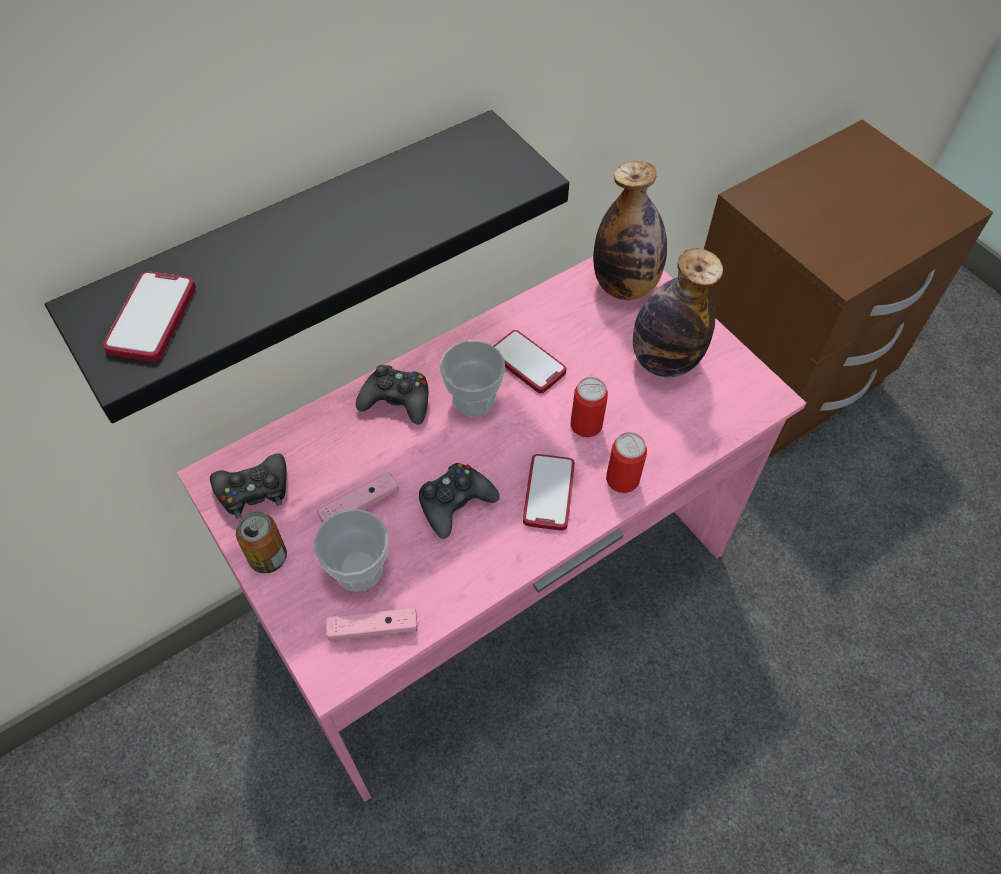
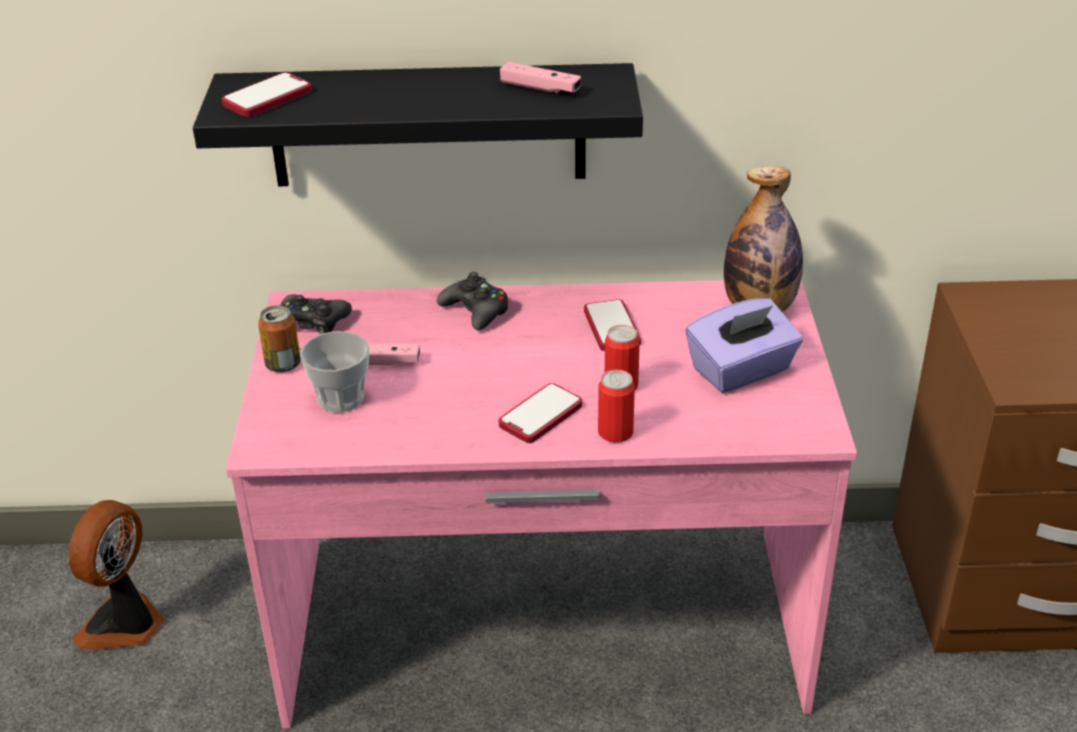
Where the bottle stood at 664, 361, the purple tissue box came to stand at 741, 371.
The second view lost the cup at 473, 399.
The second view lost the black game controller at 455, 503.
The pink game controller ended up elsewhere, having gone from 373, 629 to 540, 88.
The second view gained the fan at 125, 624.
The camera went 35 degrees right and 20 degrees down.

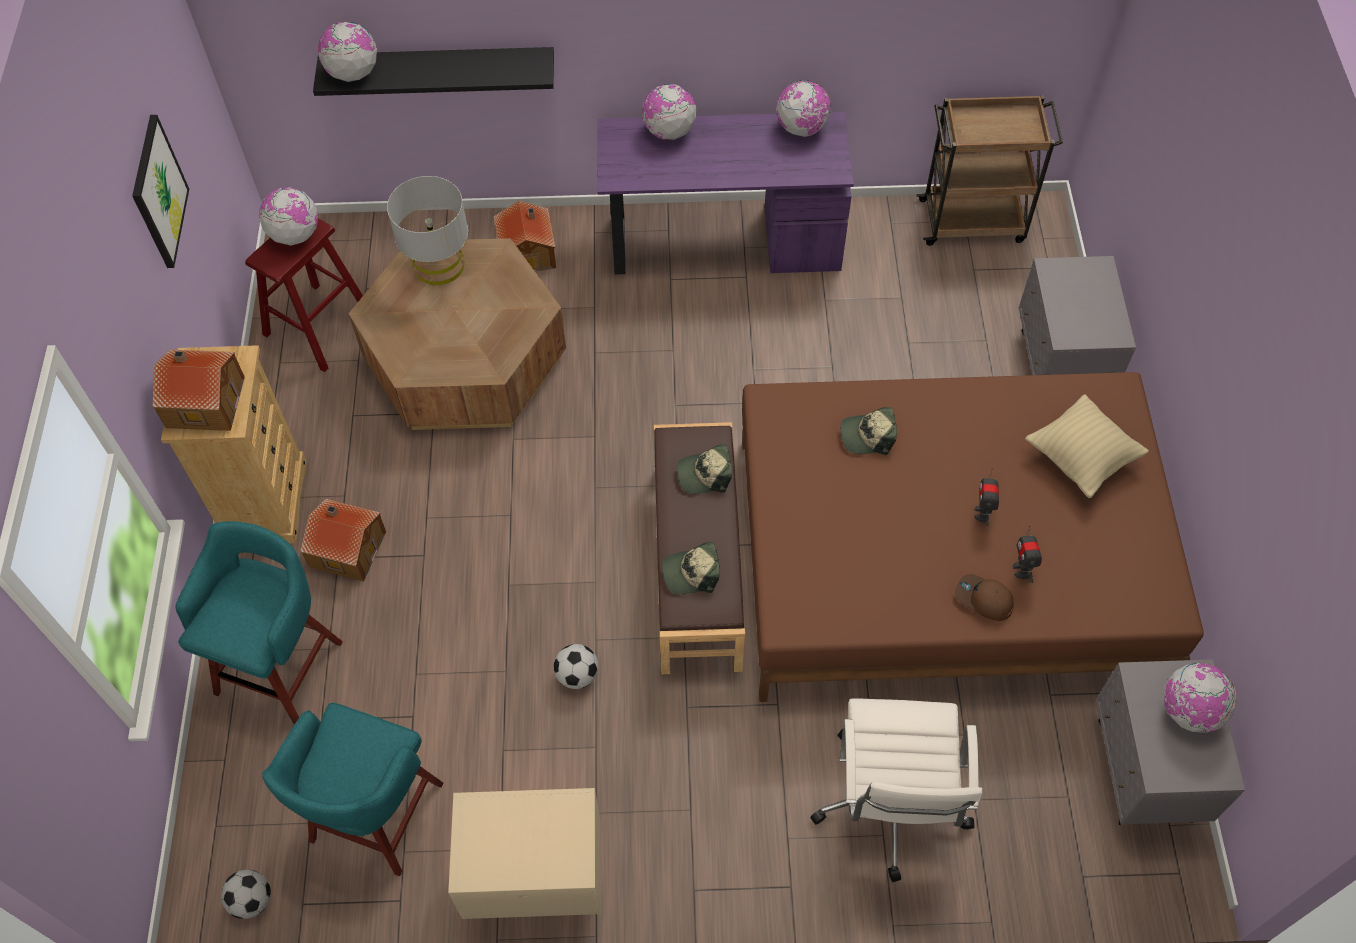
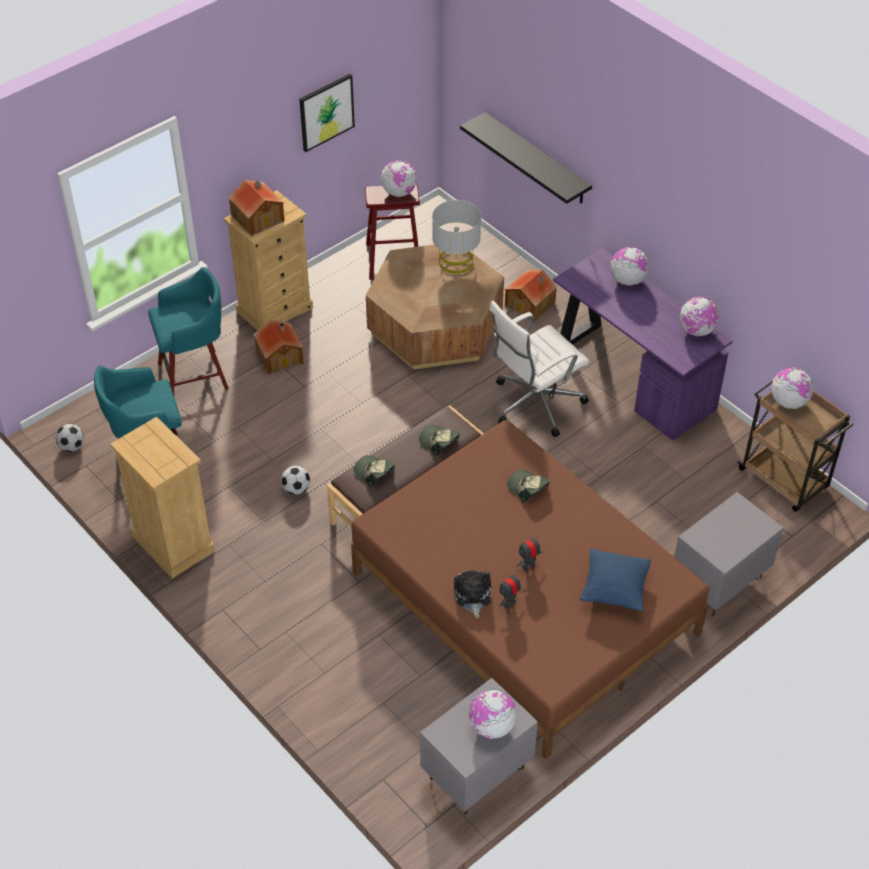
The globe ended up elsewhere, having gone from 353, 73 to 788, 402.
What was the beige pillow at 1081, 458 turned into the blue pillow at 614, 590.
Where the brown cap stood at 983, 600, the plush toy came to stand at 472, 596.
The white office chair ended up elsewhere, having gone from 890, 805 to 534, 404.
Where the beige nightstand stood at 535, 879, the beige dresser came to stand at 172, 543.
The camera went 50 degrees right and 10 degrees down.

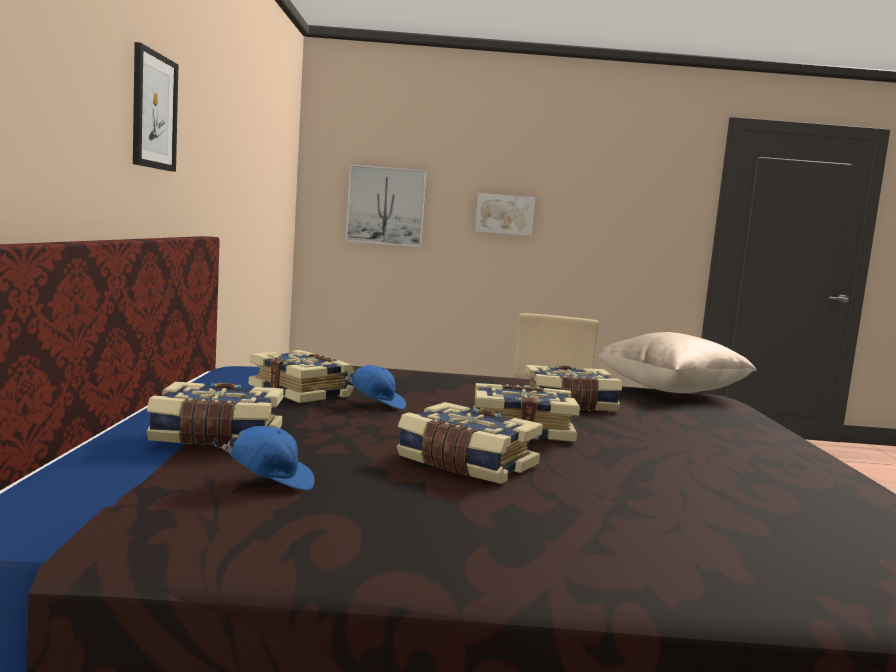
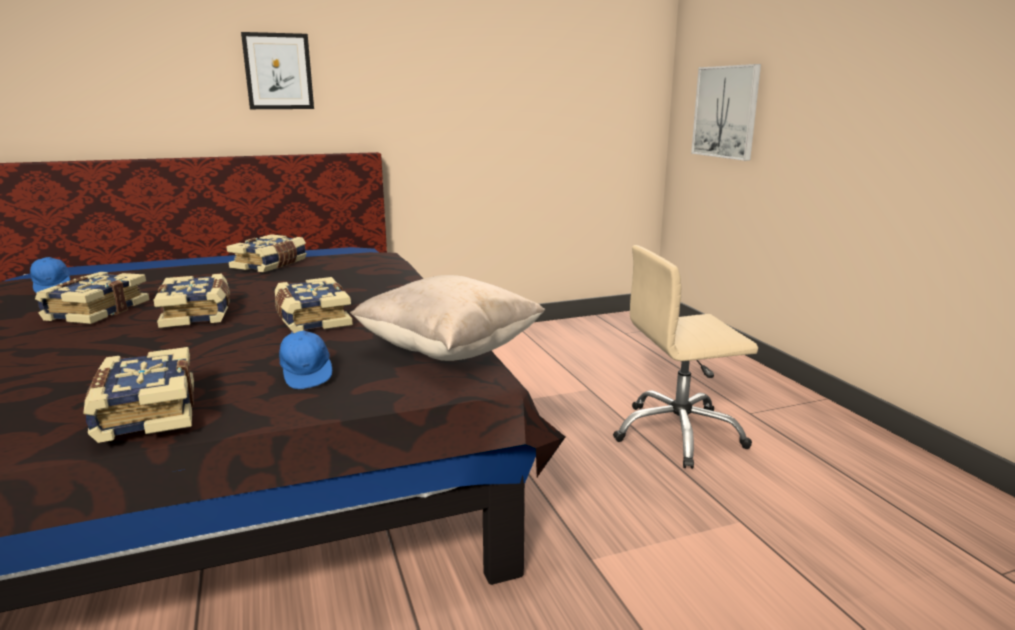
The second view lost the picture at 504, 214.
The blue cap ended up elsewhere, having gone from 376, 404 to 307, 375.
The book ended up elsewhere, having gone from 217, 437 to 144, 413.
The camera went 70 degrees right and 10 degrees up.

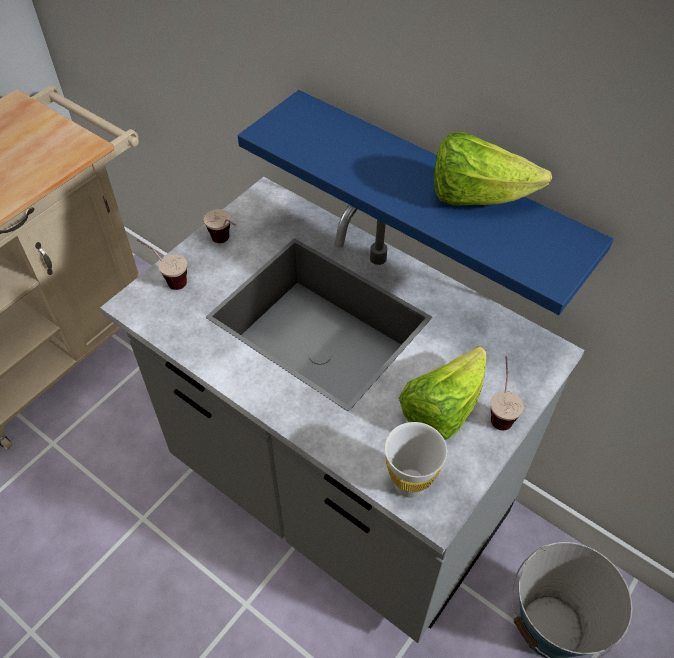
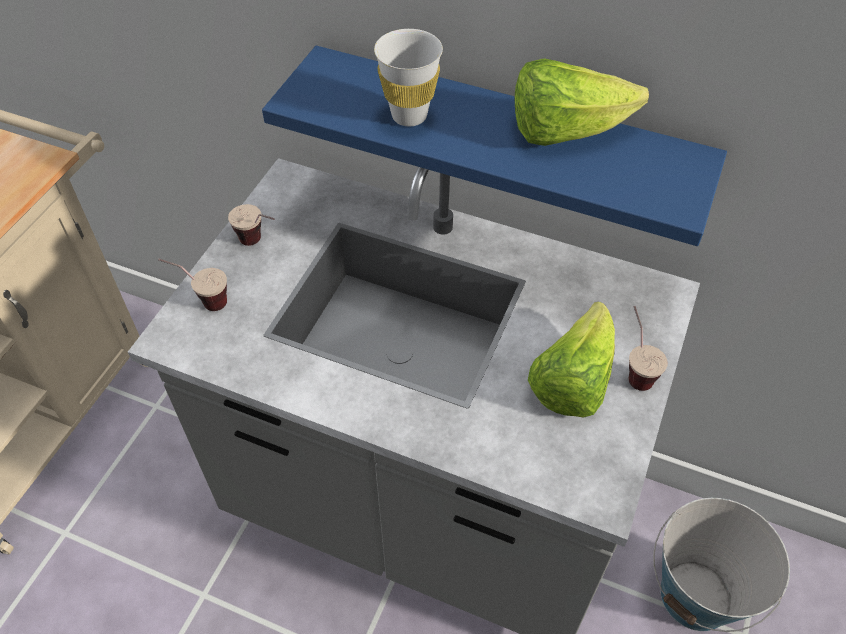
The white cup ended up elsewhere, having gone from 409, 483 to 409, 116.
The camera went 15 degrees left and 0 degrees up.

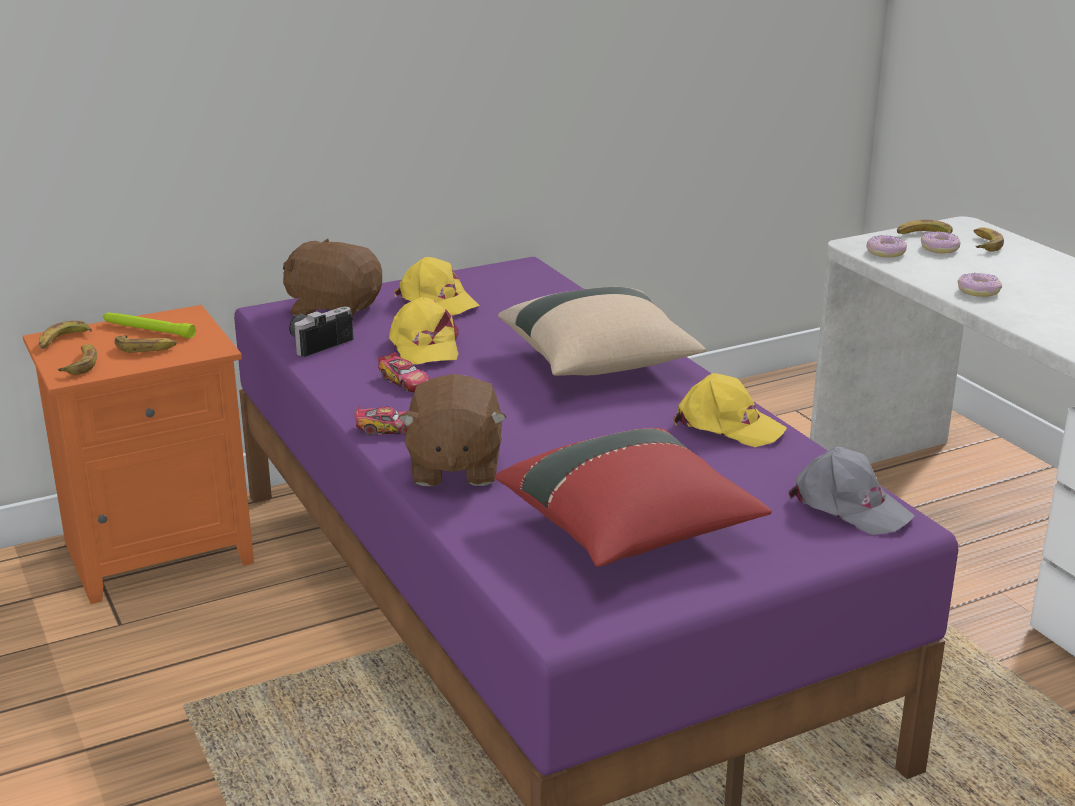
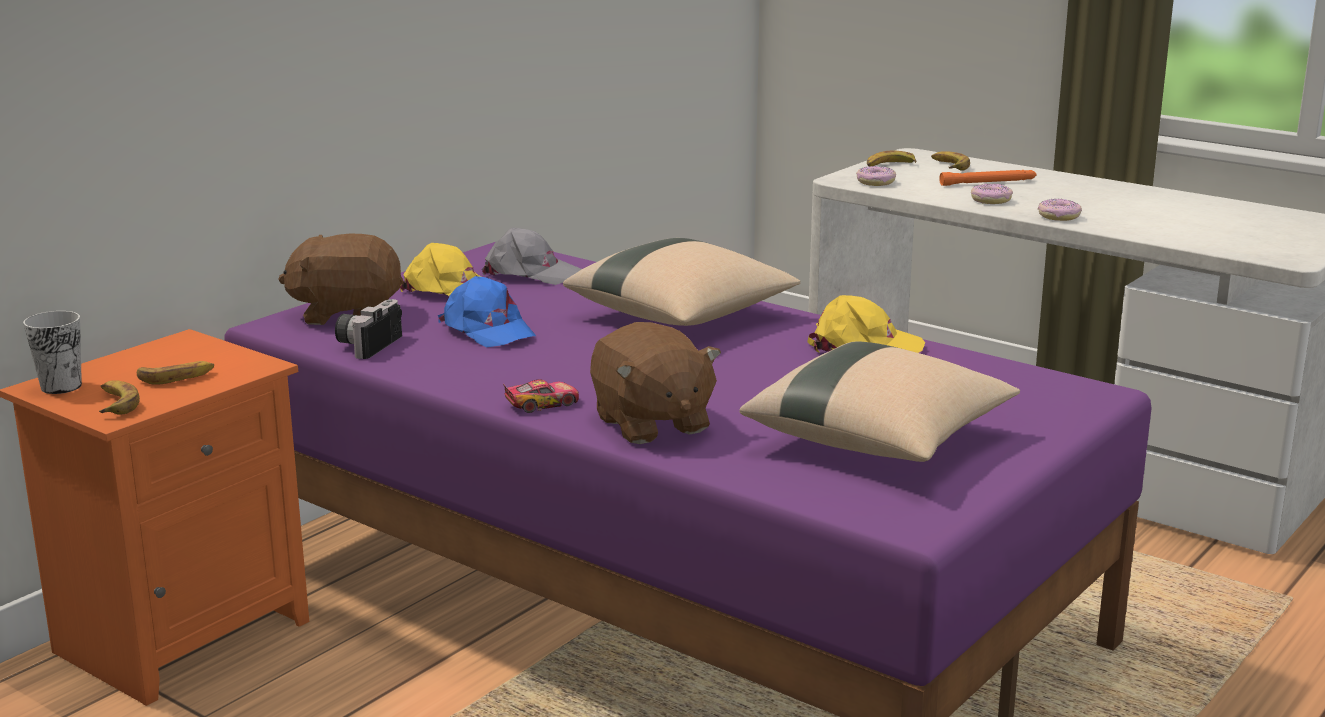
The donut ended up elsewhere, having gone from 939, 248 to 1058, 216.
What was the yellow cap at 424, 346 turned into the blue cap at 487, 330.
The second view lost the green flashlight at 148, 330.
Where the banana stood at 63, 341, the cup came to stand at 61, 386.
The second view lost the toy car at 405, 381.
What was the red pillow at 630, 530 turned into the beige pillow at 880, 441.
The grey cap ended up elsewhere, having gone from 849, 506 to 530, 273.
The second view gained the orange flashlight at 988, 183.
The camera went 25 degrees left and 5 degrees down.

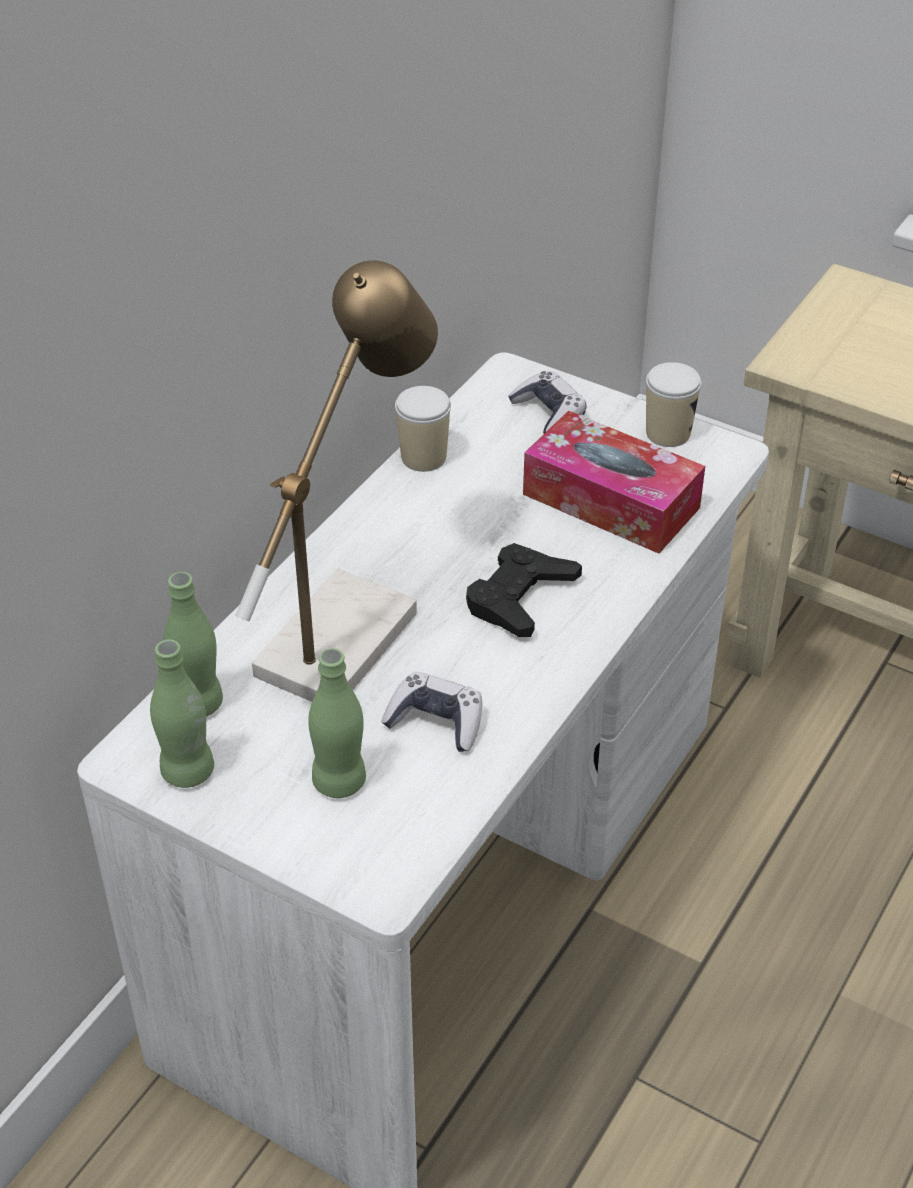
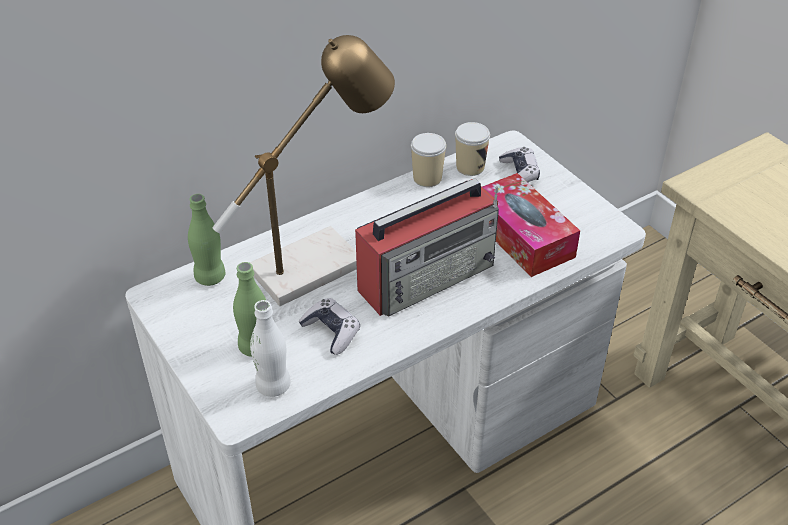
The cup ended up elsewhere, having gone from 668, 433 to 470, 167.
Where the black game controller stood at 519, 597, the radio came to stand at 428, 276.
The second view lost the green bottle at 188, 772.
The second view gained the white bottle at 273, 385.
The camera went 25 degrees right and 0 degrees up.

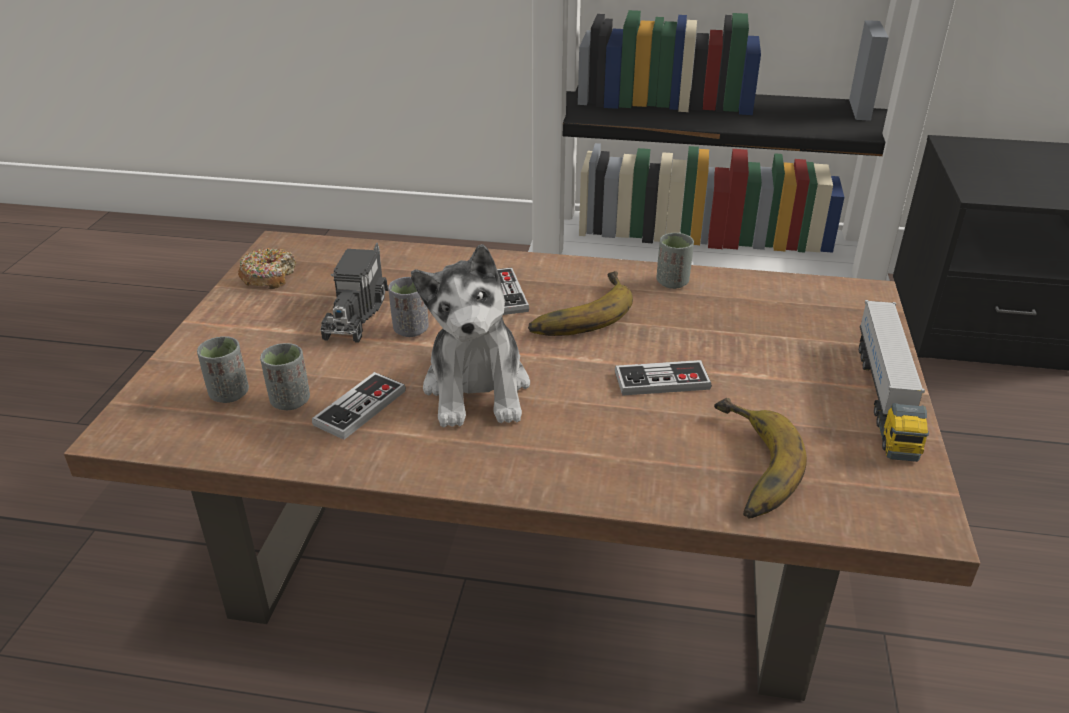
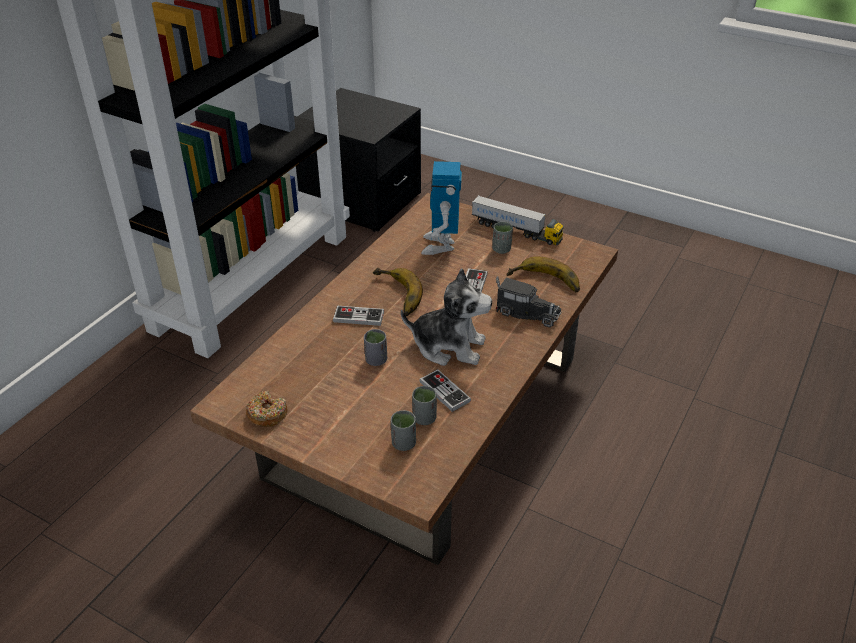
The grey cup ended up elsewhere, having gone from 672, 282 to 501, 249.
The toy truck ended up elsewhere, having gone from 356, 313 to 524, 313.
The second view gained the toy robot at 440, 245.
The camera went 70 degrees left and 5 degrees up.

